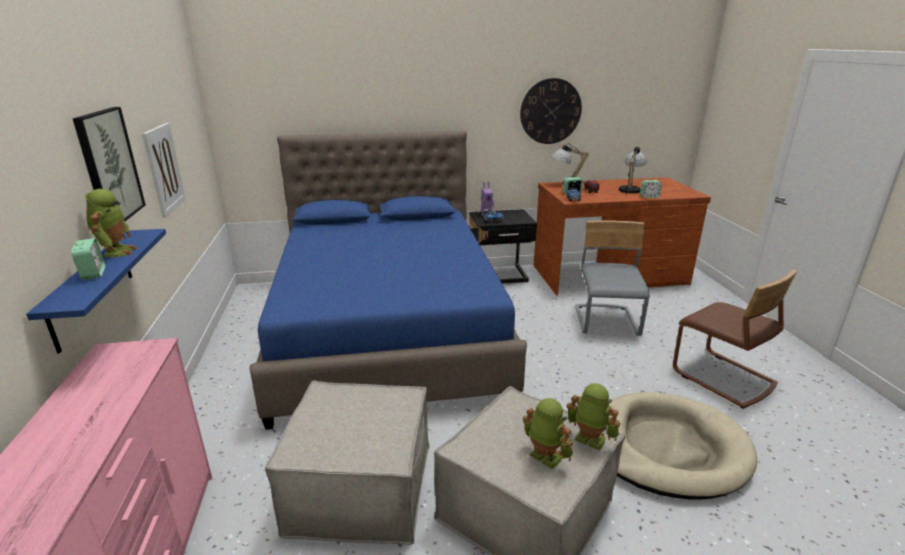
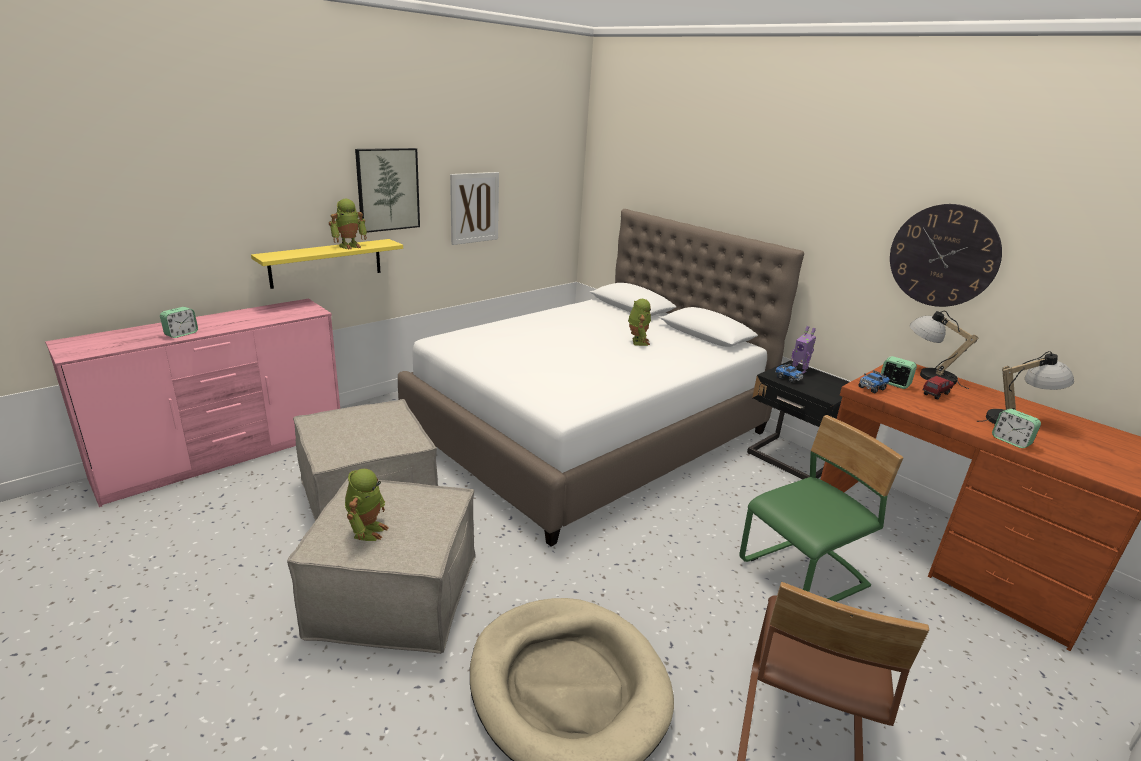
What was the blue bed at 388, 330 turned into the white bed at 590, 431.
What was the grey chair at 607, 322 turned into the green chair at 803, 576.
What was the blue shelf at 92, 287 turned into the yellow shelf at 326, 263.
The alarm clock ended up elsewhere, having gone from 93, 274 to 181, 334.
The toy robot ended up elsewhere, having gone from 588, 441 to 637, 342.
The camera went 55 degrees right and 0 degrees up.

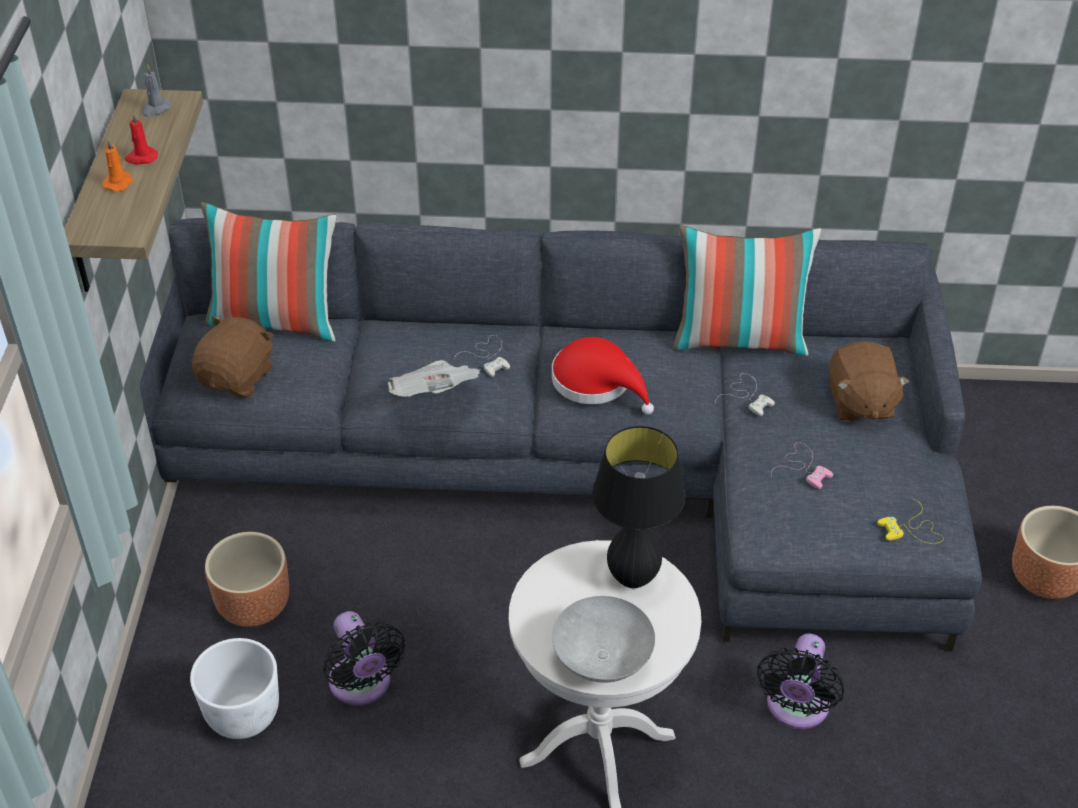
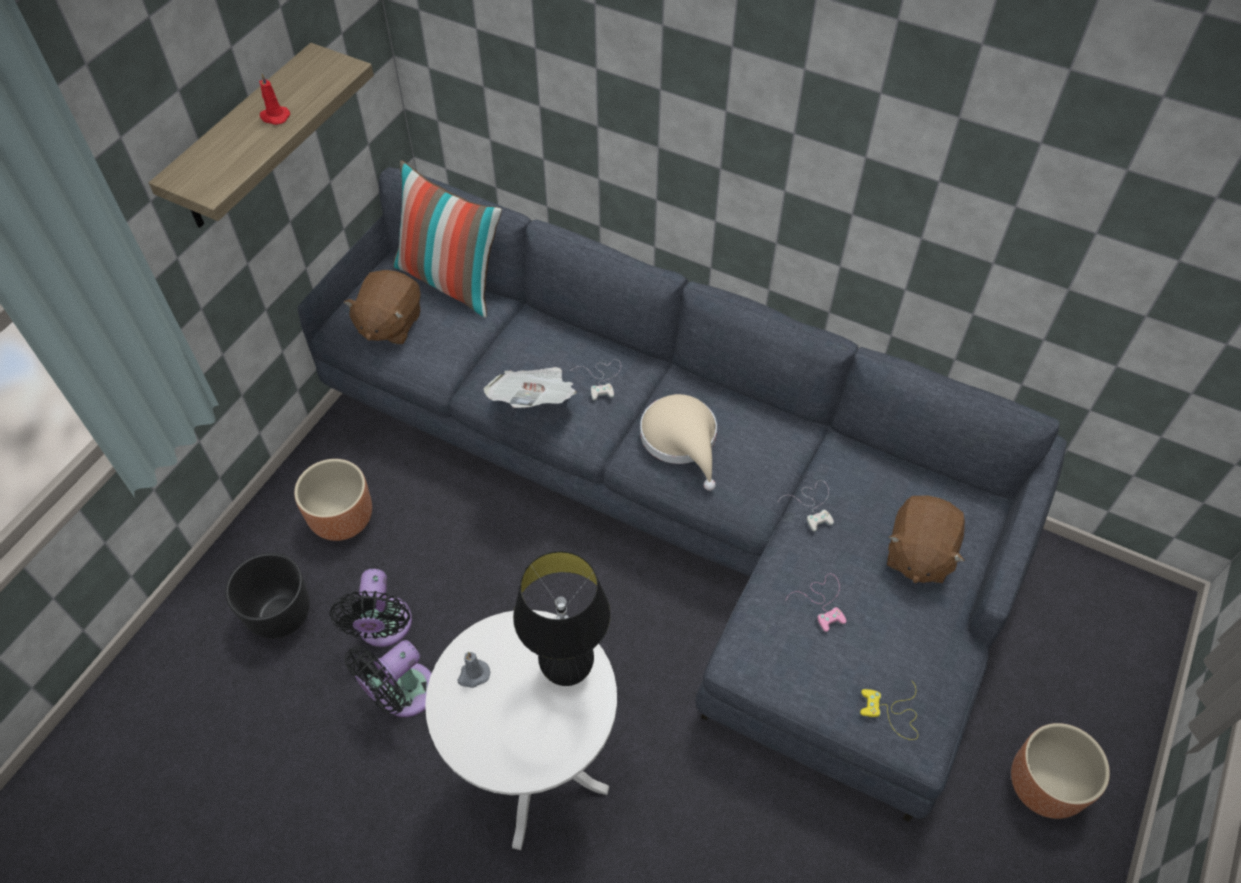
The grey candle ended up elsewhere, having gone from 155, 109 to 473, 675.
The second view lost the orange candle at 119, 182.
The second view lost the pillow at 739, 339.
The brown plush toy at 238, 377 ended up facing another way, 150 degrees clockwise from before.
What was the red hat at 597, 382 turned into the beige hat at 681, 440.
The second view lost the grey bowl at 601, 658.
The black fan ended up elsewhere, having gone from 796, 709 to 401, 694.
What was the white planter at 242, 716 turned into the black planter at 280, 615.
The camera went 25 degrees right and 10 degrees up.

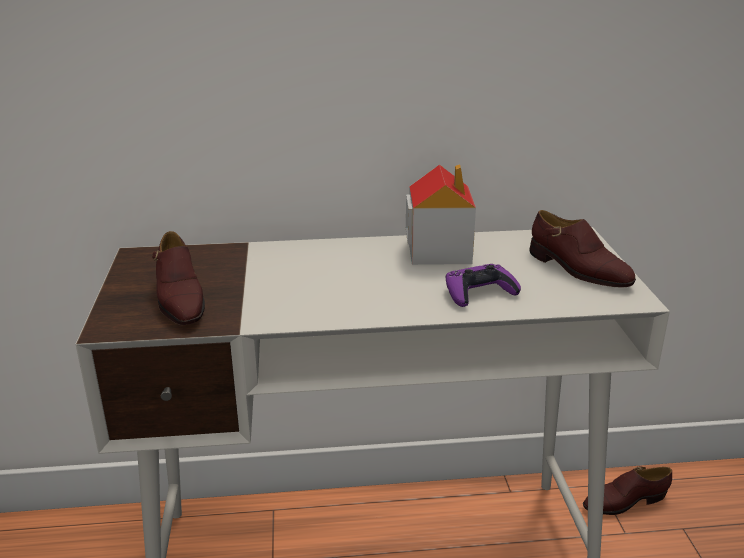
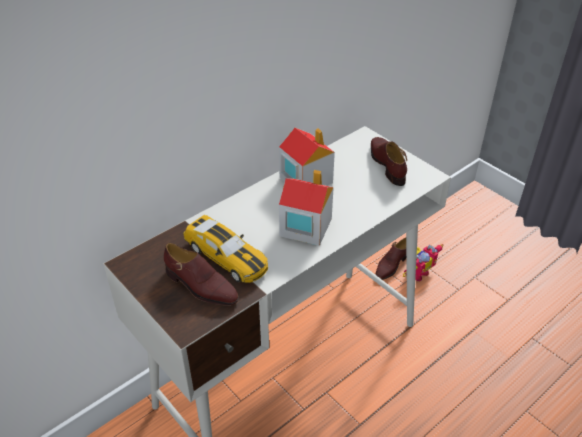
The brown shoe at 578, 269 ended up facing another way, 120 degrees counterclockwise from before.
The second view lost the purple game controller at 479, 292.
The second view gained the toy house at 305, 227.
The second view gained the toy car at 227, 256.
The second view gained the toy robot at 417, 273.
The camera went 35 degrees left and 15 degrees up.

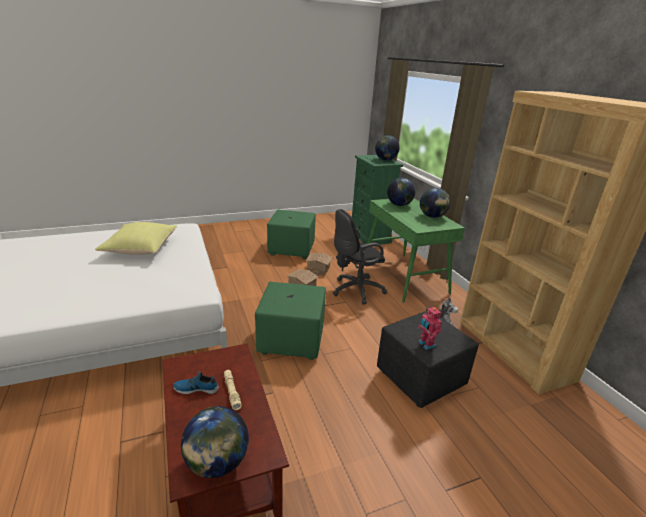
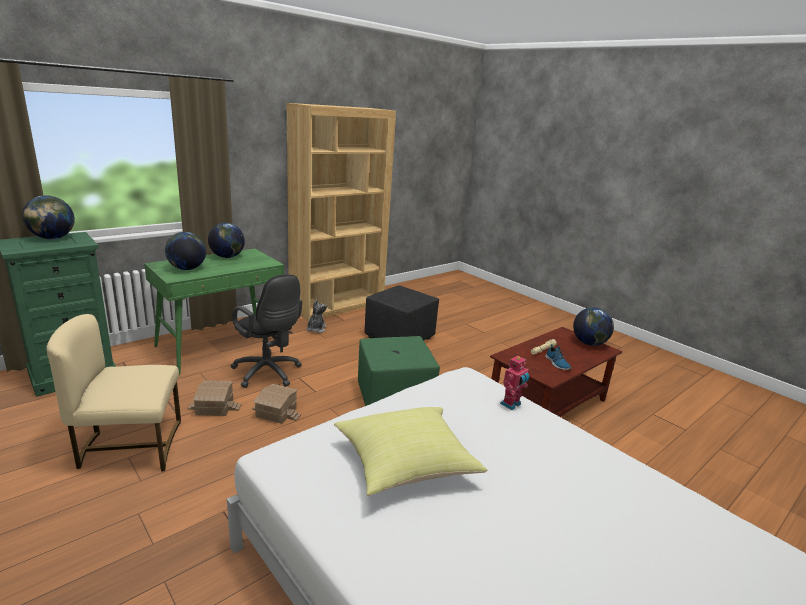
Where the green ottoman stood at 292, 249, the beige chair came to stand at 130, 447.
The toy robot ended up elsewhere, having gone from 426, 344 to 511, 404.
The camera went 110 degrees left and 5 degrees down.

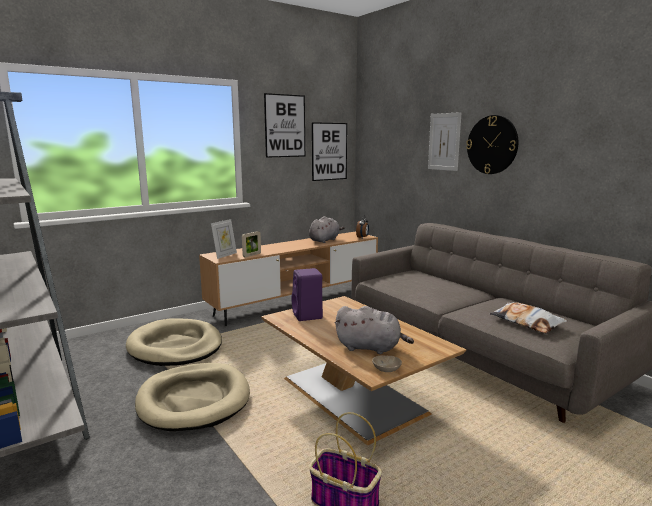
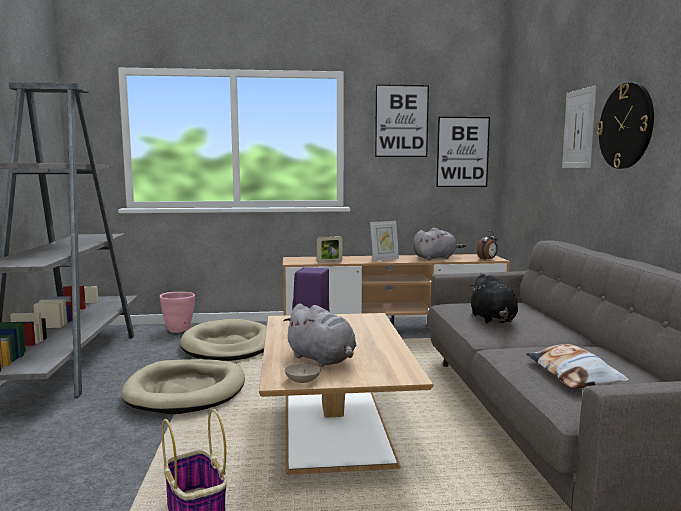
The picture frame ended up elsewhere, having gone from 225, 255 to 384, 259.
The second view gained the black plush toy at 493, 320.
The second view gained the pink planter at 179, 330.
The camera went 30 degrees right and 5 degrees down.

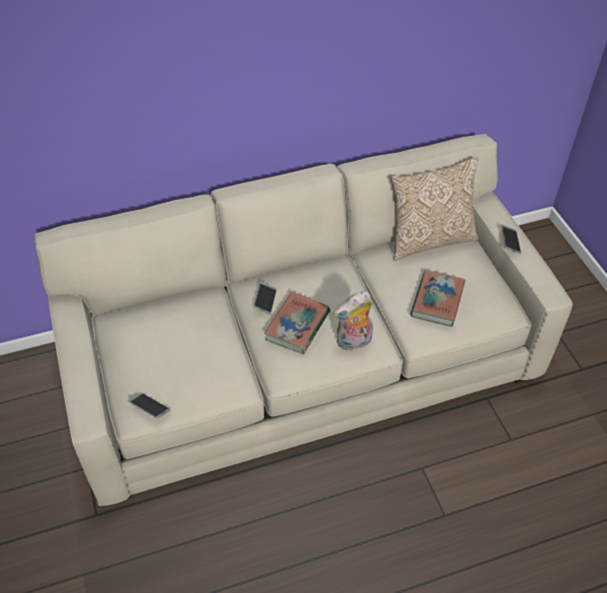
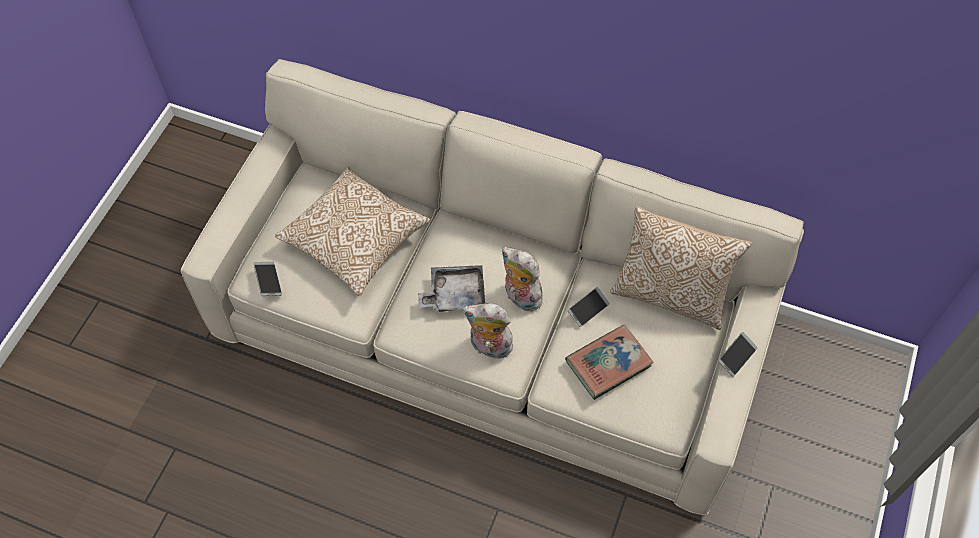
The phone ended up elsewhere, having gone from 265, 300 to 588, 309.
Where the book stood at 297, 326, the grey tray came to stand at 454, 294.
The second view gained the pillow at 355, 240.
The second view gained the plush toy at 520, 297.
The camera went 40 degrees right and 10 degrees up.

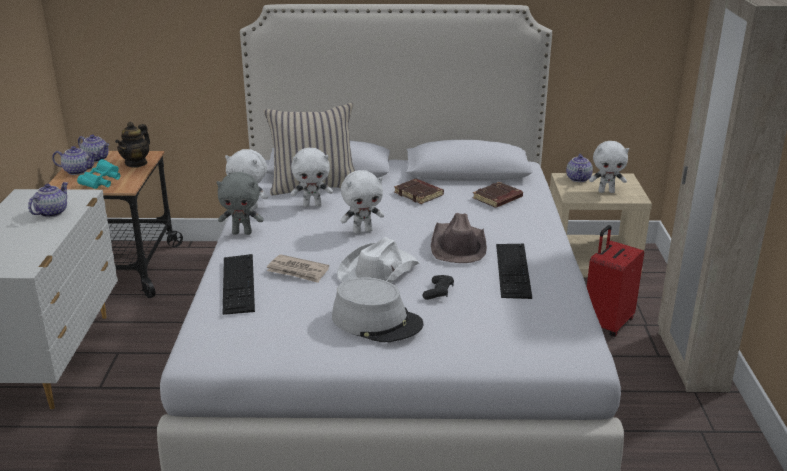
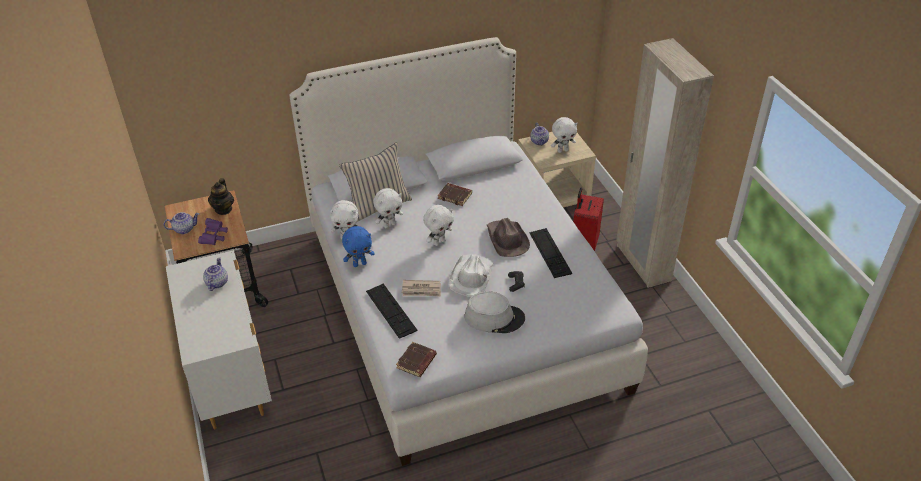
The second view lost the teapot at 96, 159.
What was the turquoise binoculars at 102, 182 turned into the purple binoculars at 214, 237.
What was the grey plush toy at 242, 233 turned into the blue plush toy at 360, 264.
The brown book ended up elsewhere, having gone from 497, 199 to 416, 362.
The camera went 20 degrees left and 15 degrees up.

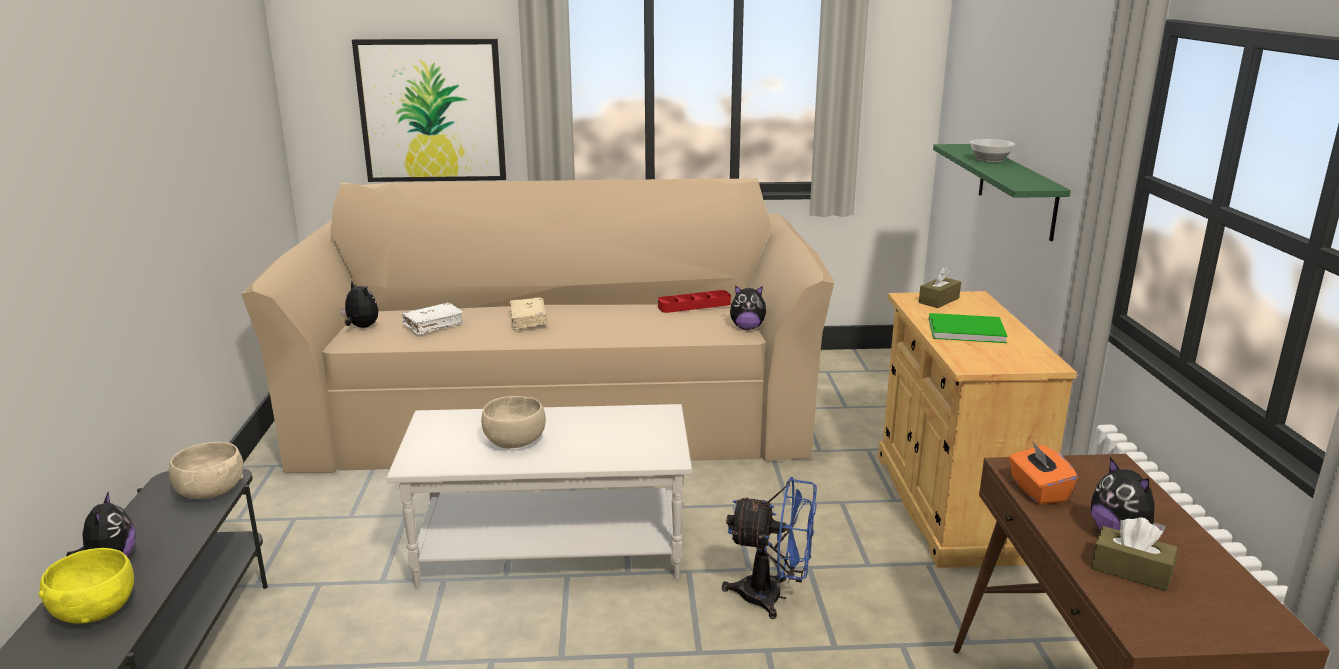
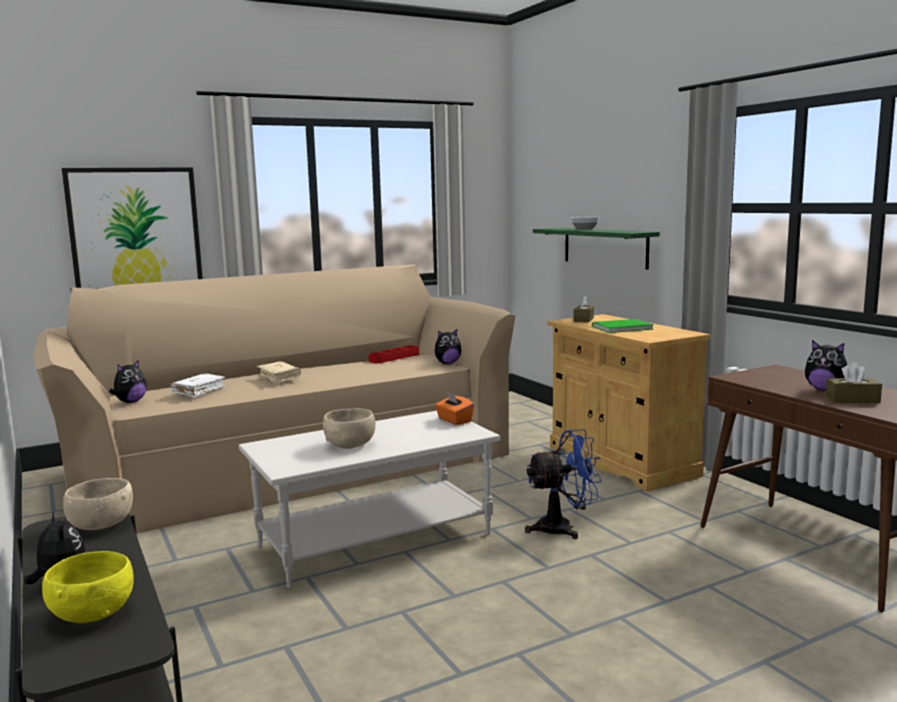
The plush toy at 361, 327 ended up facing another way, 105 degrees clockwise from before.
The orange tissue box ended up elsewhere, having gone from 1037, 491 to 454, 420.
The camera went 25 degrees left and 10 degrees down.

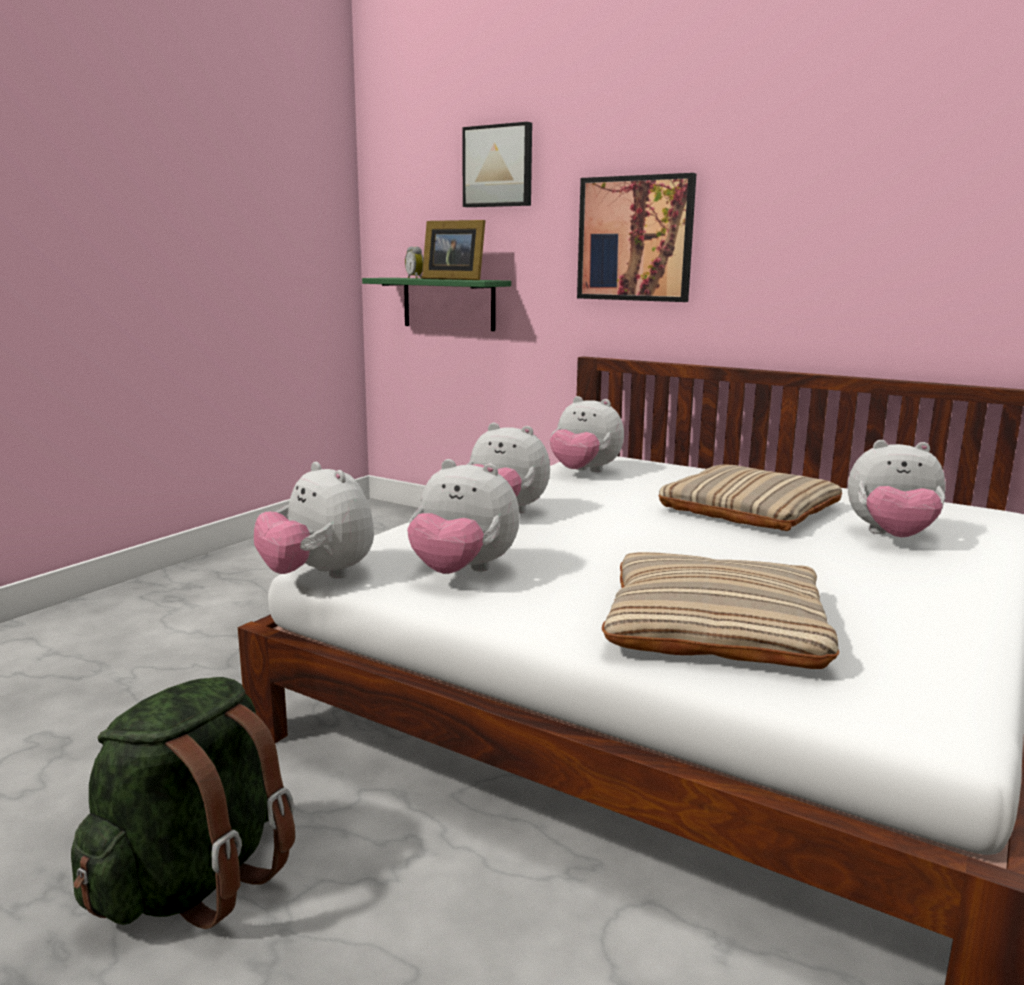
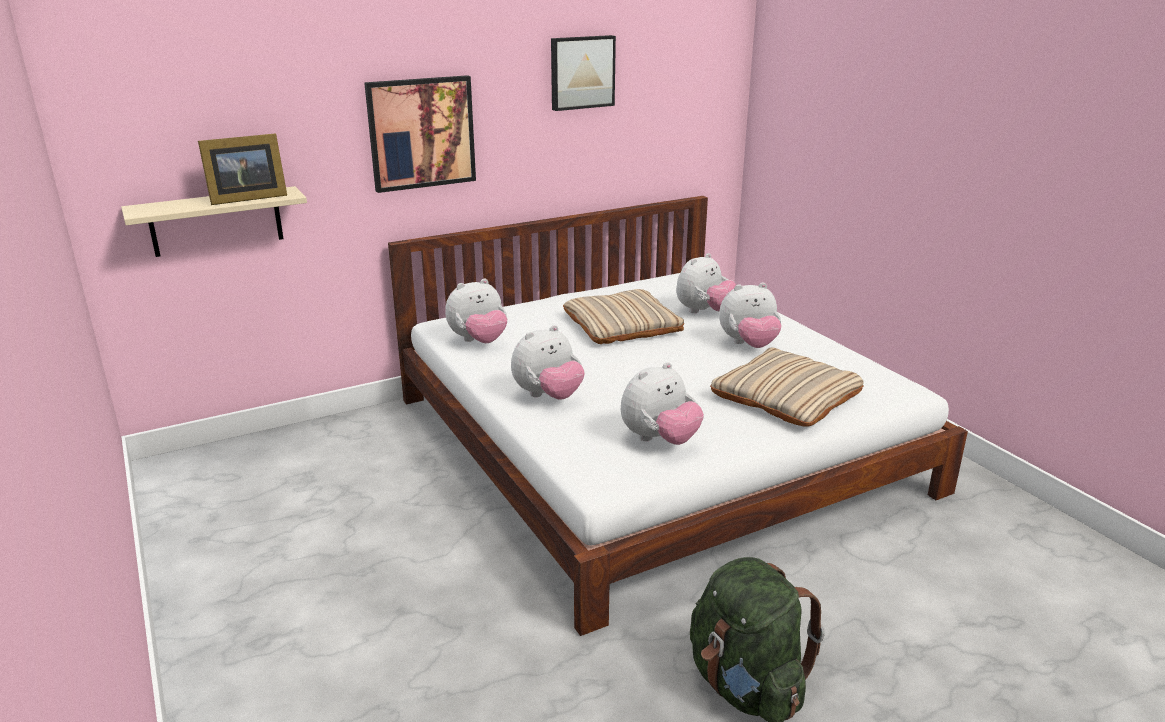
The picture ended up elsewhere, having gone from 498, 166 to 581, 72.
The second view lost the alarm clock at 416, 278.
What was the green shelf at 448, 303 turned into the beige shelf at 216, 221.
The plush toy ended up elsewhere, having gone from 318, 576 to 748, 345.
The camera went 60 degrees left and 10 degrees up.

